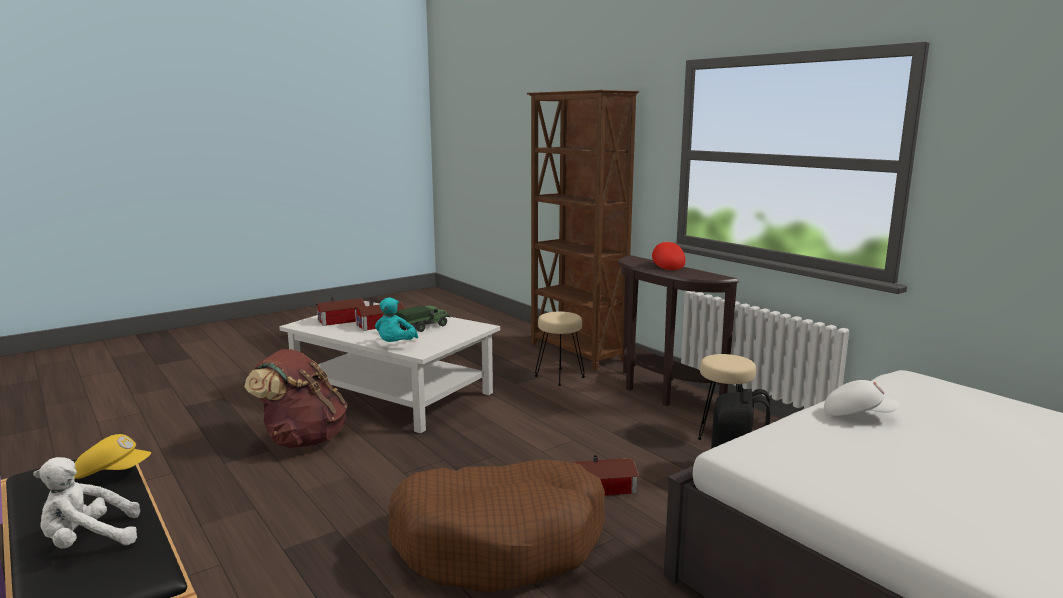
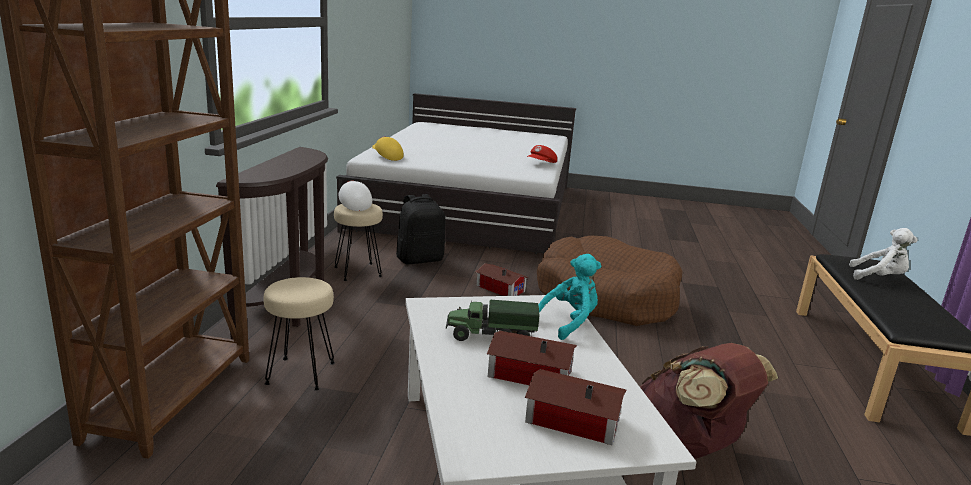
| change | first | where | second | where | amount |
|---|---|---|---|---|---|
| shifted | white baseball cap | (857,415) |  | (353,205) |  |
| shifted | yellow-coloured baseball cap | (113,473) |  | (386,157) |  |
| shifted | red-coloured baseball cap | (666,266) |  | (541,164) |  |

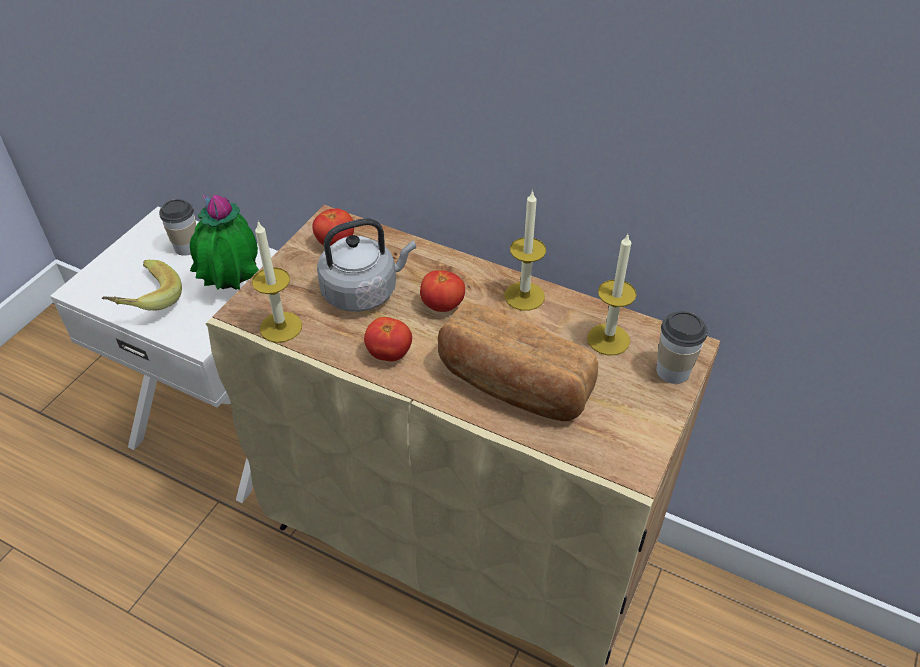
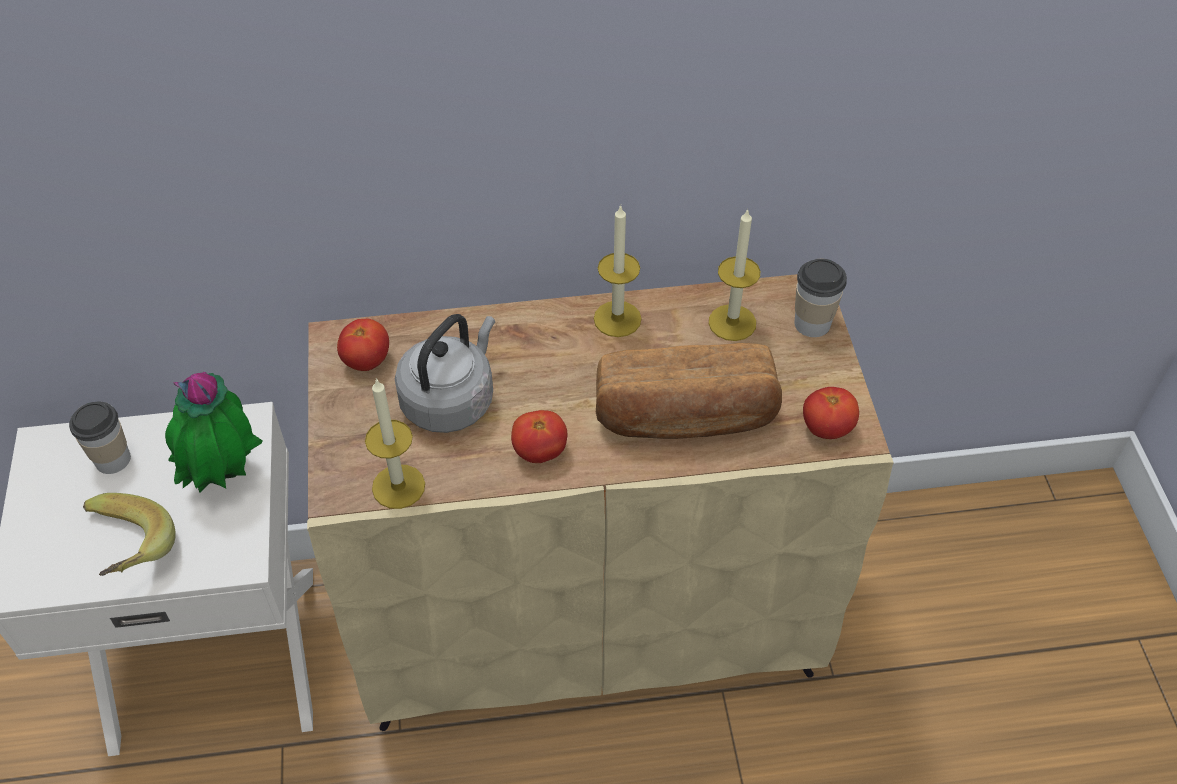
| change | first | where | second | where | amount |
|---|---|---|---|---|---|
| shifted | fresh tomato | (442,306) |  | (826,428) |  |

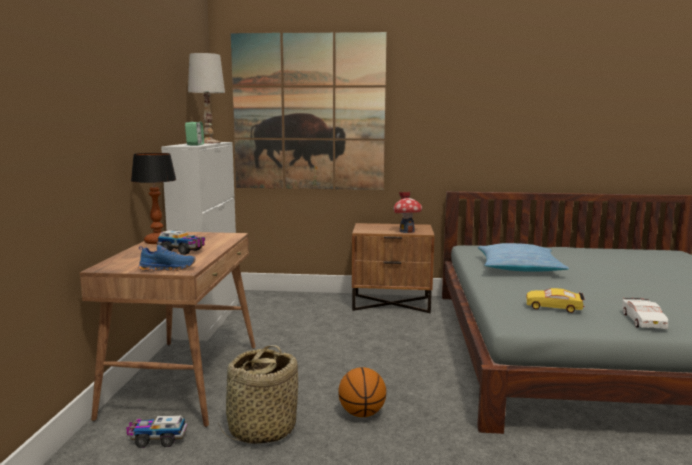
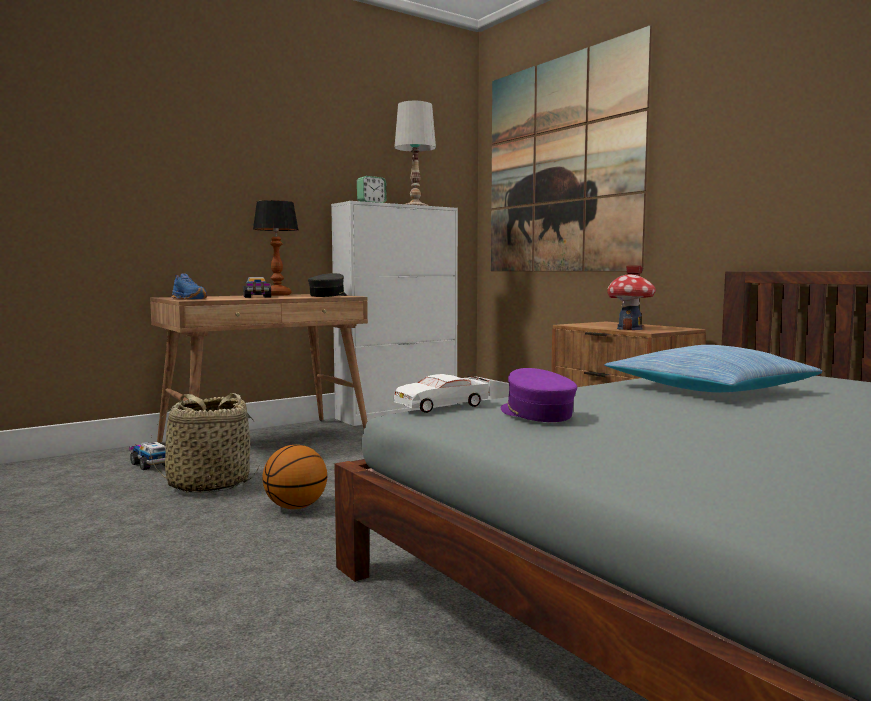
| change | first | where | second | where | amount |
|---|---|---|---|---|---|
| new |  |  | greyish baseball cap | (328,296) |  |
| shifted | white model car | (643,321) |  | (441,405) |  |
| swapped | yellow-coloured model car | (553,307) | purplish baseball cap | (536,413) |  |

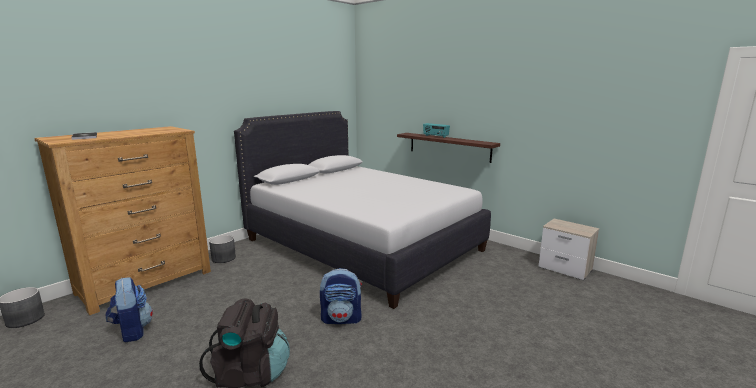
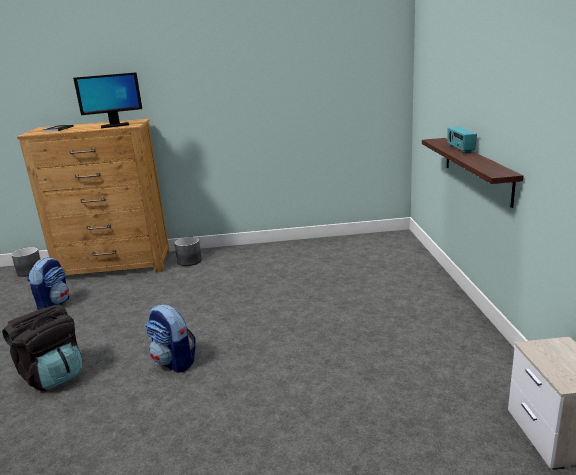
| change | first | where | second | where | amount |
|---|---|---|---|---|---|
| new |  |  | computer display | (114,126) |  |
| gone | white bed | (362,245) |  |  |  |

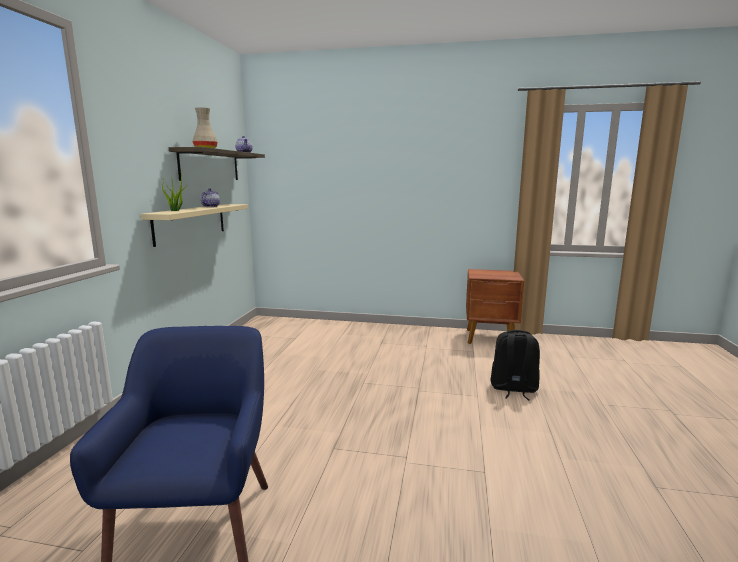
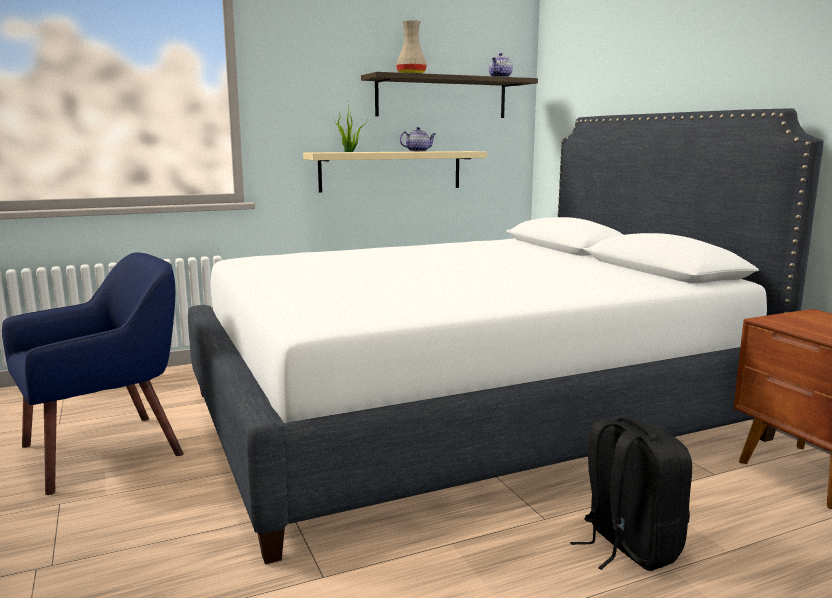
| change | first | where | second | where | amount |
|---|---|---|---|---|---|
| new |  |  | white bed | (466,415) |  |

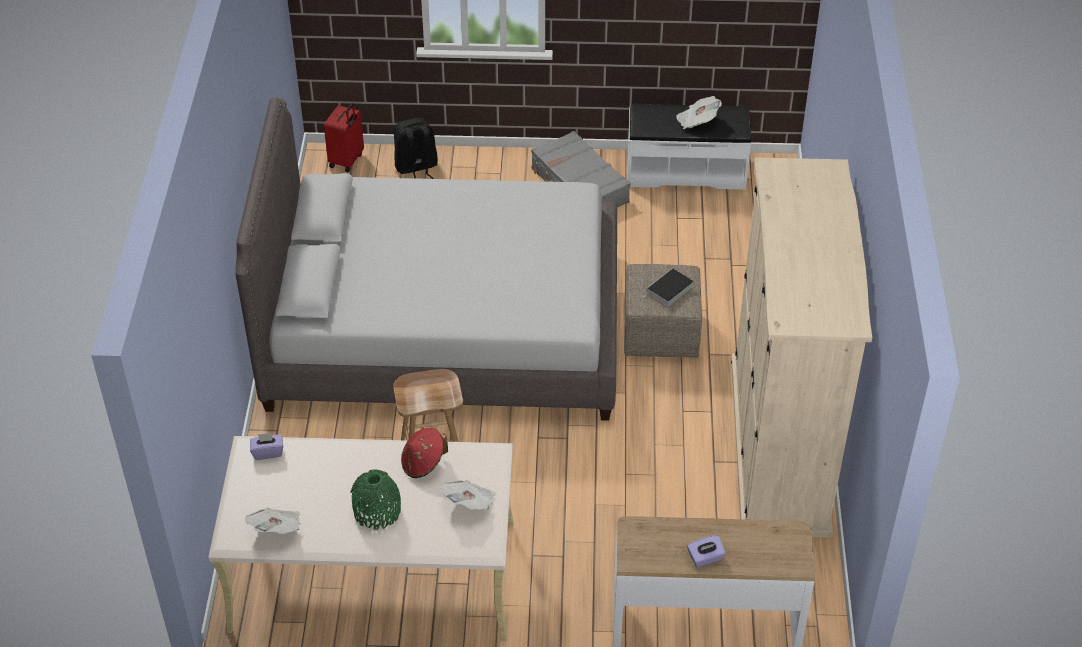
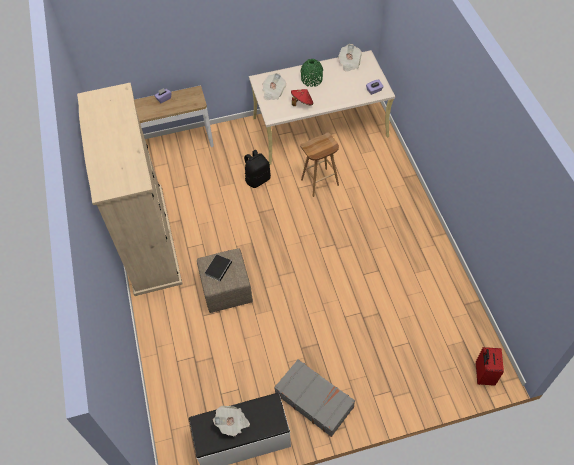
| change | first | where | second | where | amount |
|---|---|---|---|---|---|
| shifted | black-coloured rucksack | (416,168) |  | (257,179) |  |
| gone | greyish bed | (443,328) |  |  |  |

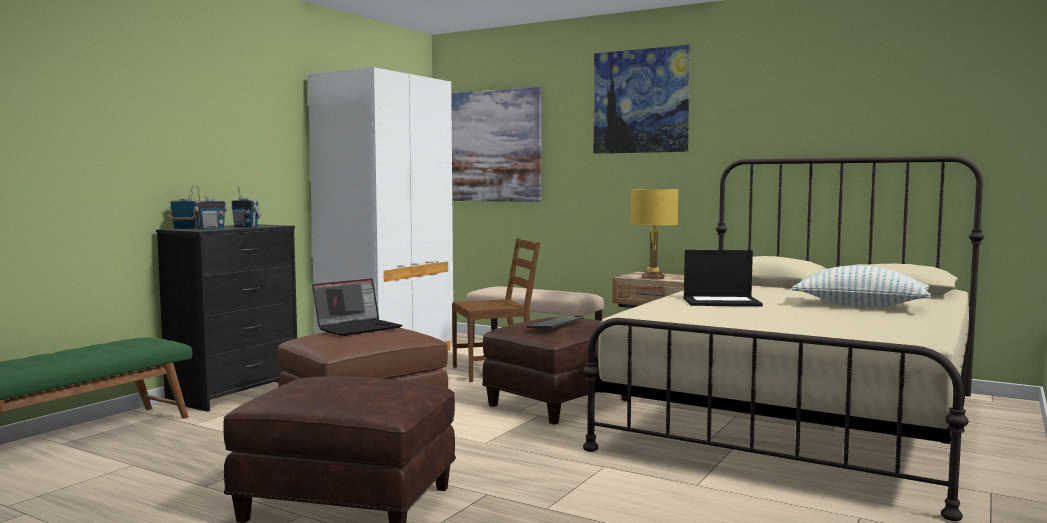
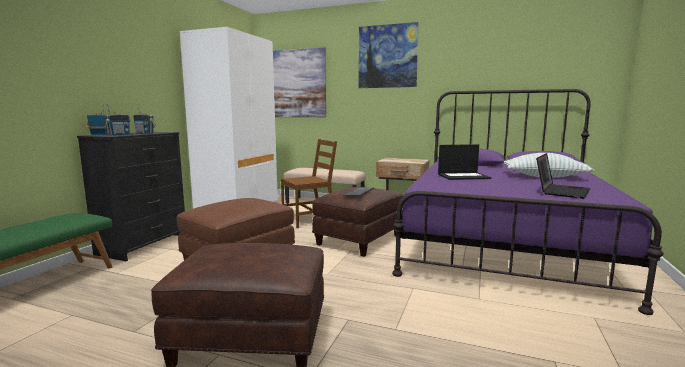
| change | first | where | second | where | amount |
|---|---|---|---|---|---|
| repainted | beige-coloured bed | (800,419) | purplish bed | (503,244) |  |
| shifted | notebook computer | (358,328) |  | (561,191) |  |
| gone | yellow-coloured tabletop lamp | (653,278) |  |  |  |

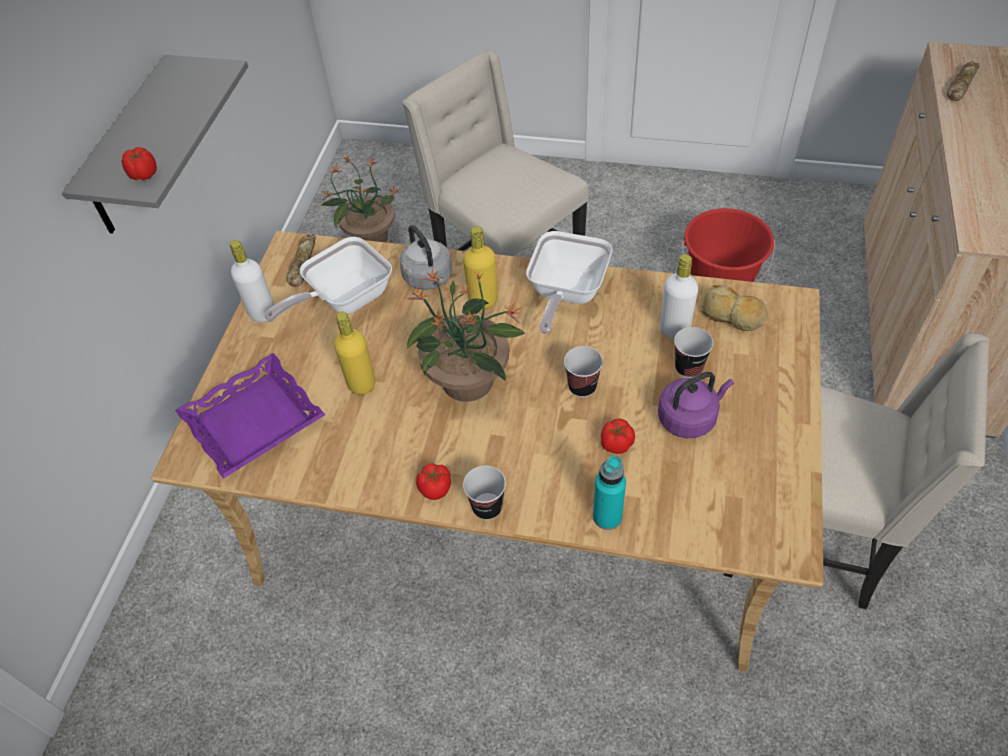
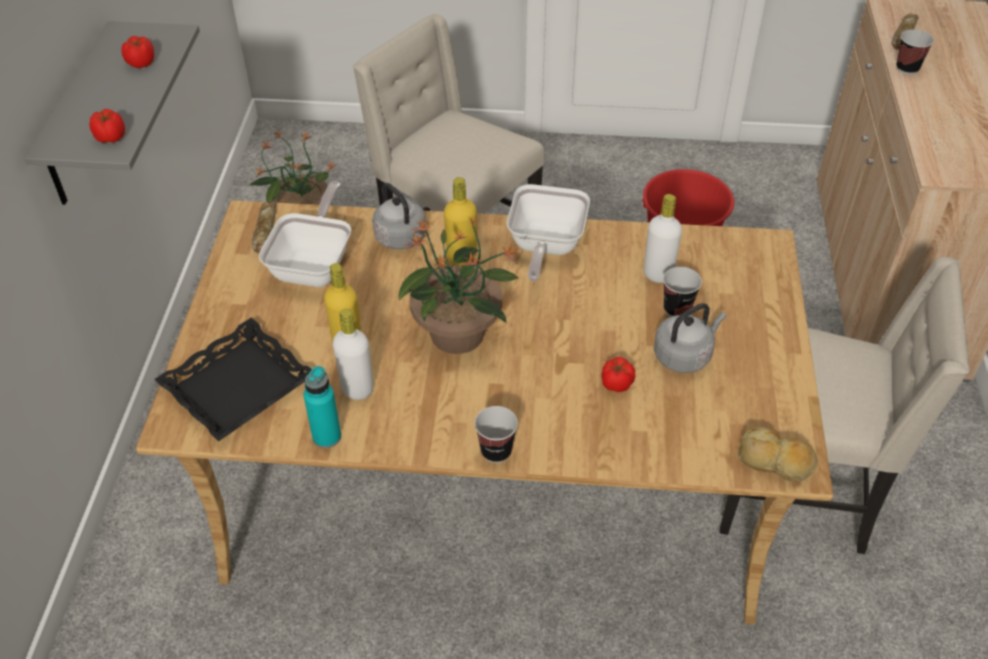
| change | first | where | second | where | amount |
|---|---|---|---|---|---|
| shifted | fresh tomato | (436,488) |  | (142,62) |  |
| repainted | purplish serving tray | (254,422) | black-coloured serving tray | (239,387) |  |
| rotated | skillet | (343,300) |  | (315,264) | 150 degrees clockwise |
| shifted | turquoise-coloured bottle | (607,517) |  | (327,436) |  |
| shifted | white bottle | (262,313) |  | (357,389) |  |
| repainted | purplish water kettle | (689,418) | greyish water kettle | (684,355) |  |
| shifted | bakery bread | (733,315) |  | (776,462) |  |
| shifted | small cup | (582,387) |  | (907,68) |  |

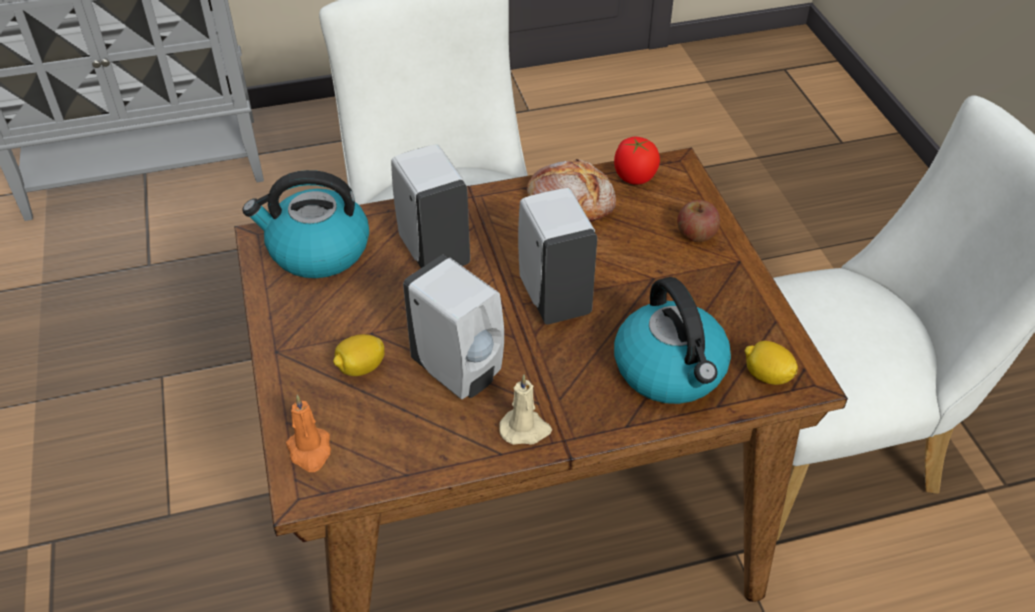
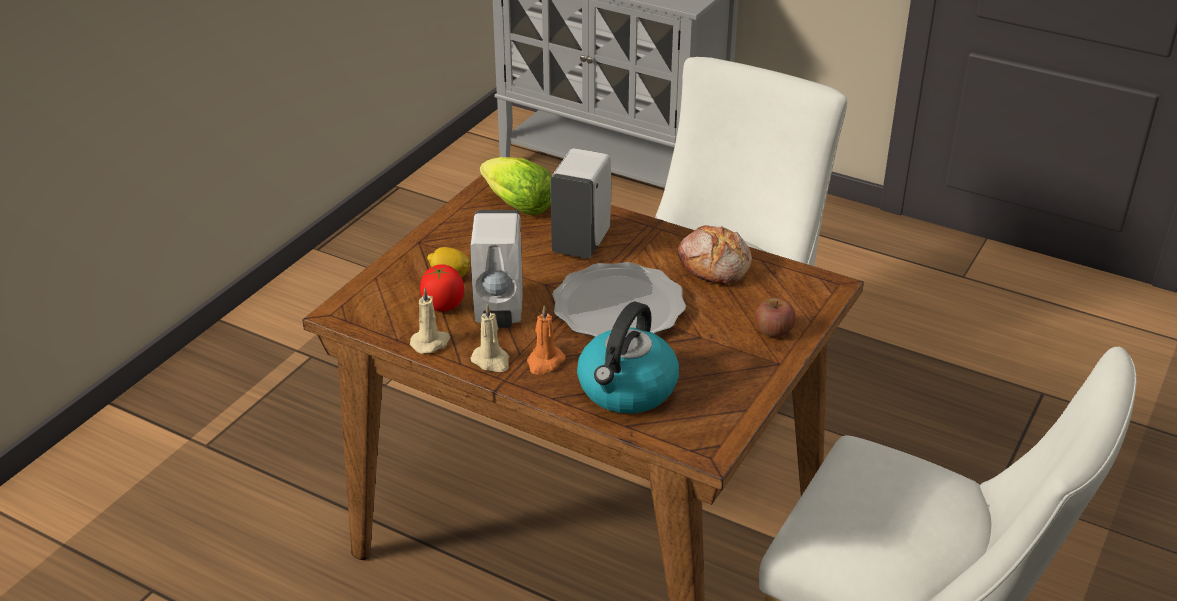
| change | first | where | second | where | amount |
|---|---|---|---|---|---|
| new |  |  | beige-coloured wax candle | (431,343) |  |
| shifted | fresh tomato | (634,178) |  | (443,305) |  |
| swapped | water kettle | (317,251) | lettuce head | (515,205) |  |
| shifted | orange-coloured wax candle | (310,451) |  | (544,362) |  |
| swapped | white liquid soap bottle | (553,296) | plate | (617,308) |  |
| gone | lemon | (767,376) |  |  |  |

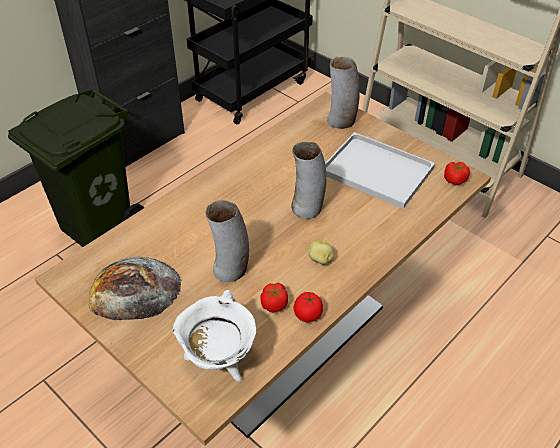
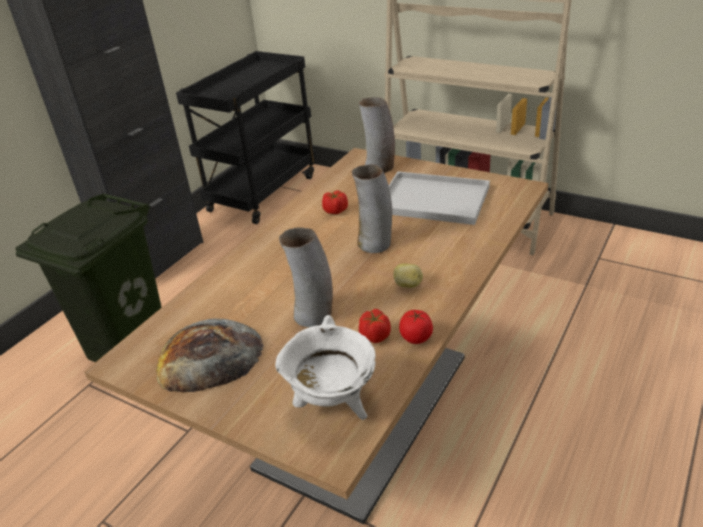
| change | first | where | second | where | amount |
|---|---|---|---|---|---|
| shifted | fresh tomato | (455,180) |  | (335,211) |  |

